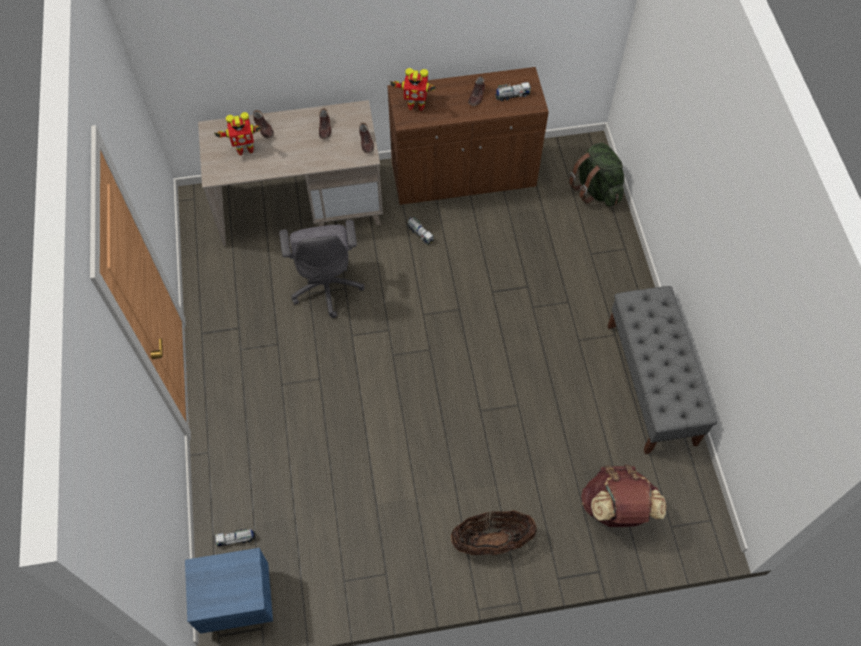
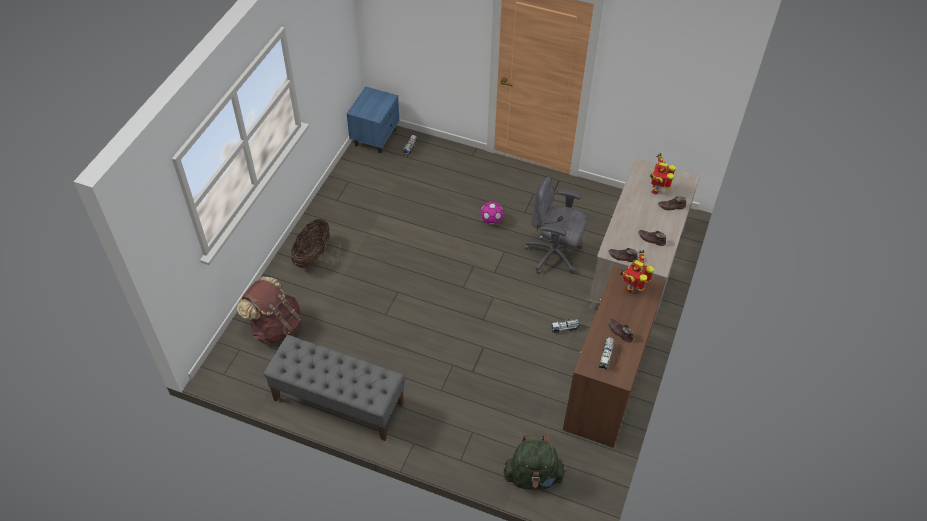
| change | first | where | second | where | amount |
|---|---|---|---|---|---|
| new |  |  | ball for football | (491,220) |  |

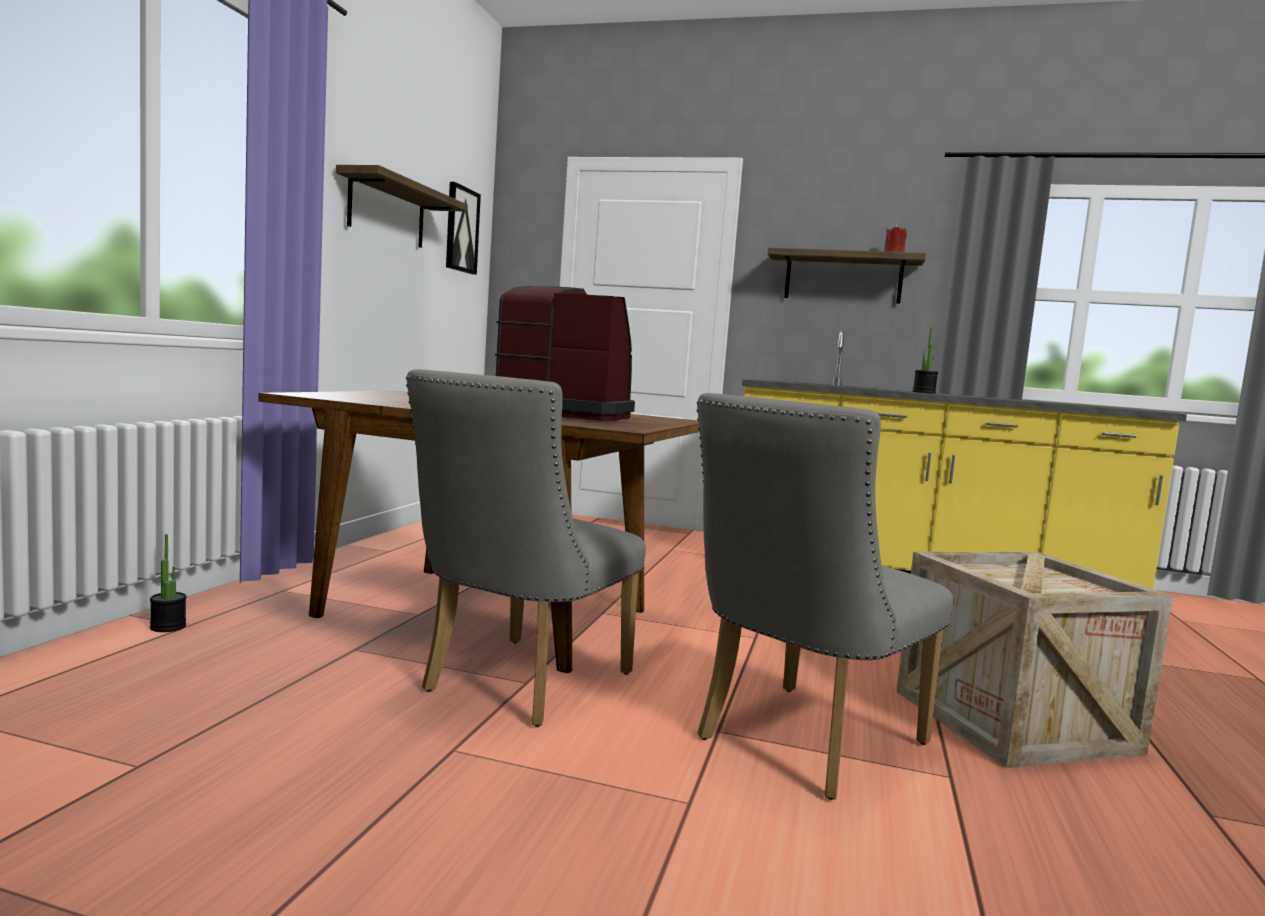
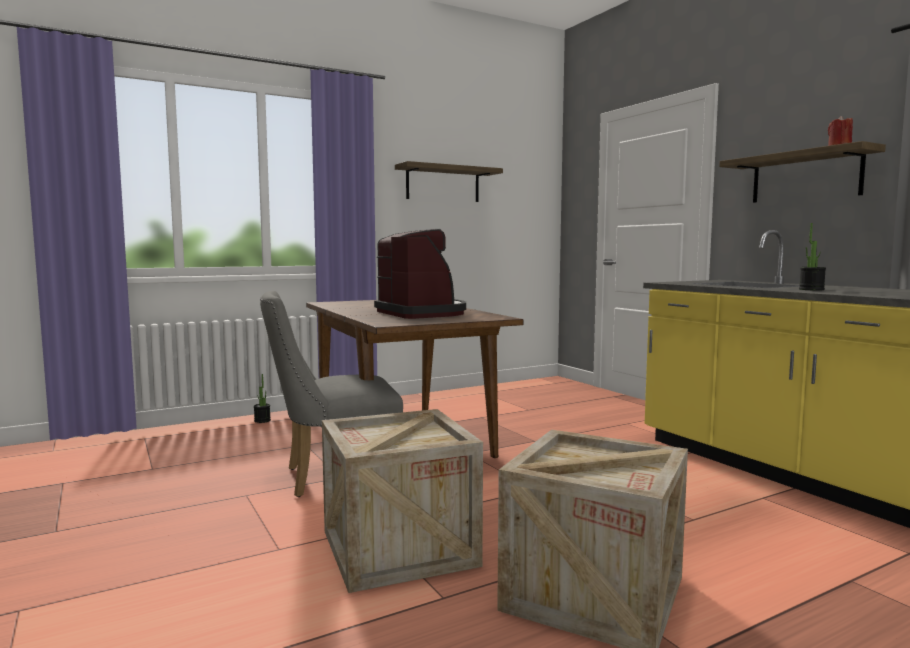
| change | first | where | second | where | amount |
|---|---|---|---|---|---|
| swapped | greyish plain chair | (799,744) | shipping crate | (399,548) |  |
| gone | picture | (461,229) |  |  |  |

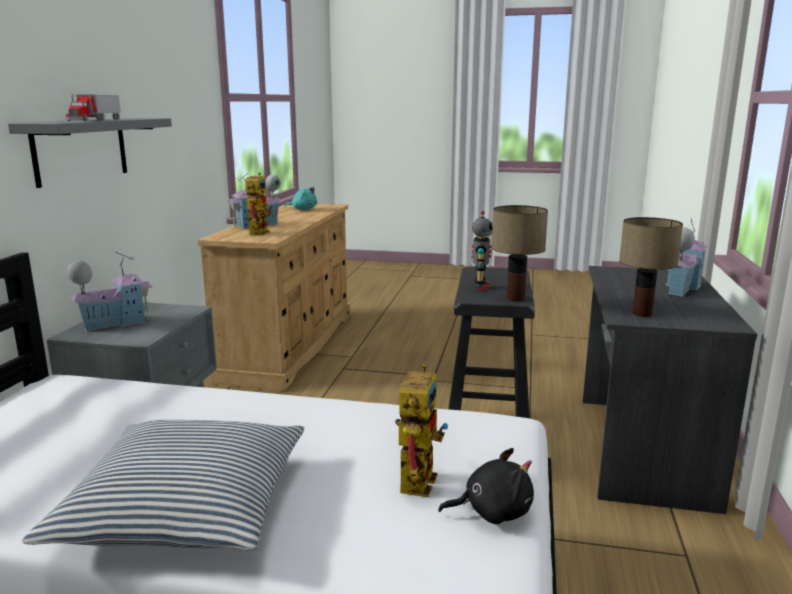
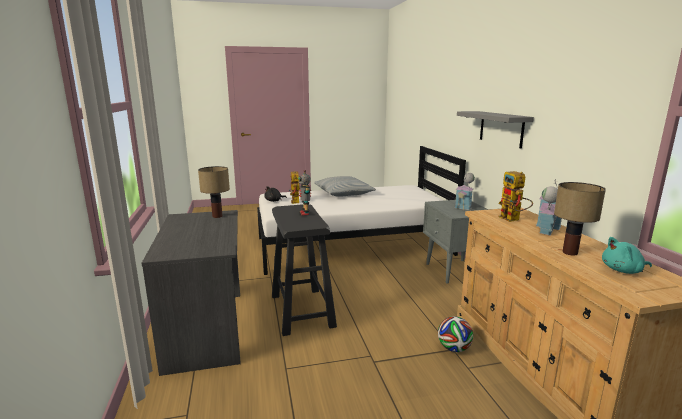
| change | first | where | second | where | amount |
|---|---|---|---|---|---|
| new |  |  | ball for football | (454,348) |  |
| shifted | tabletop lamp | (516,298) |  | (570,253) |  |
| gone | toy lorry | (94,120) |  |  |  |
| gone | toy house | (680,288) |  |  |  |

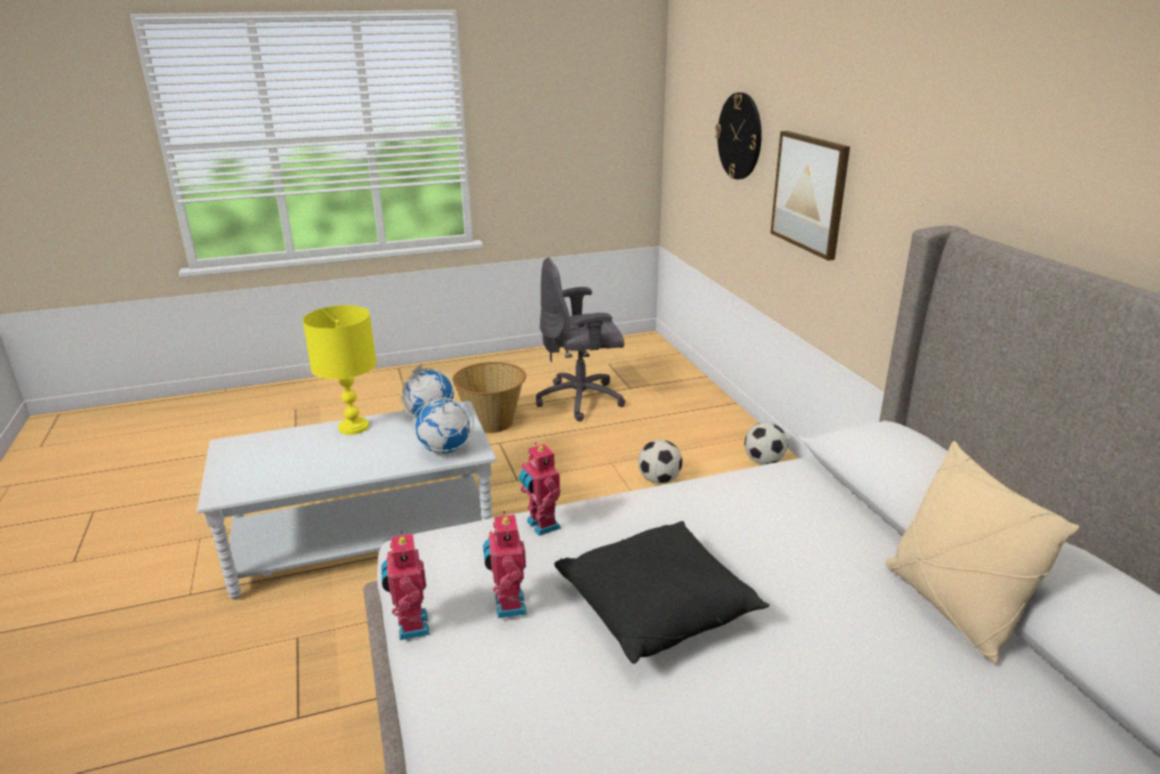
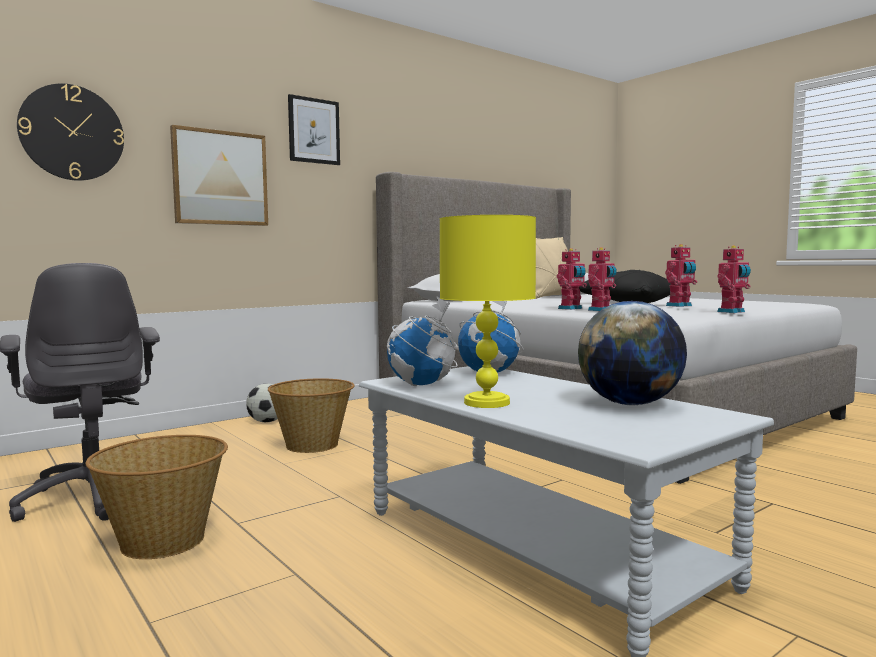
| change | first | where | second | where | amount |
|---|---|---|---|---|---|
| swapped | ball for football | (659,480) | storage basket | (313,445) |  |
| new |  |  | picture | (314,131) |  |
| new |  |  | model robot | (571,308) |  |
| new |  |  | globe | (630,404) |  |

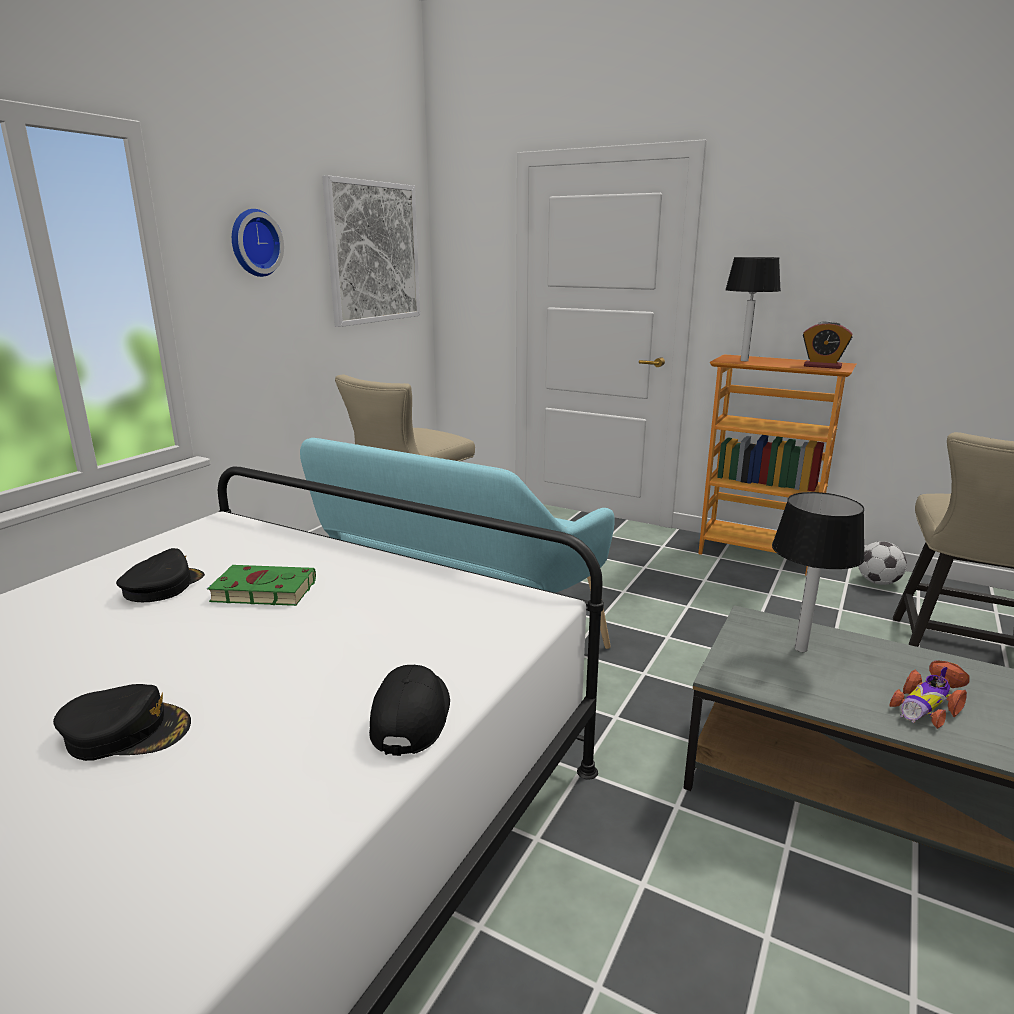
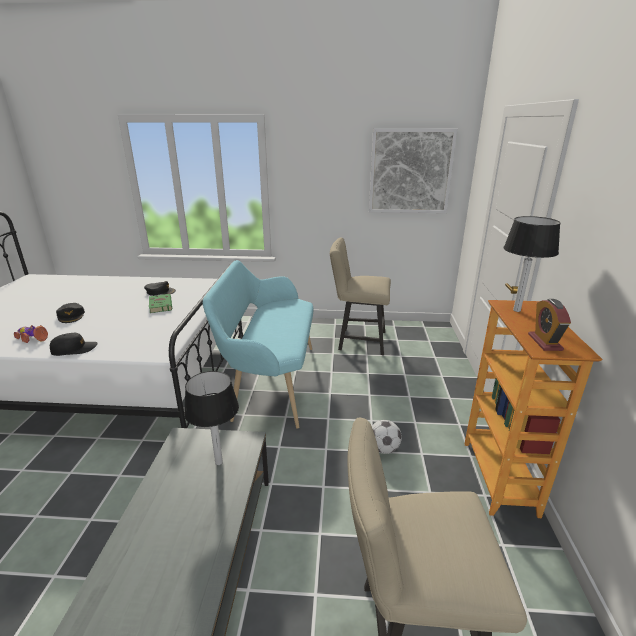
| change | first | where | second | where | amount |
|---|---|---|---|---|---|
| shifted | model car | (928,705) |  | (33,337) |  |
| shifted | ball for football | (878,582) |  | (383,449) |  |
| gone | hanging clock | (253,243) |  |  |  |

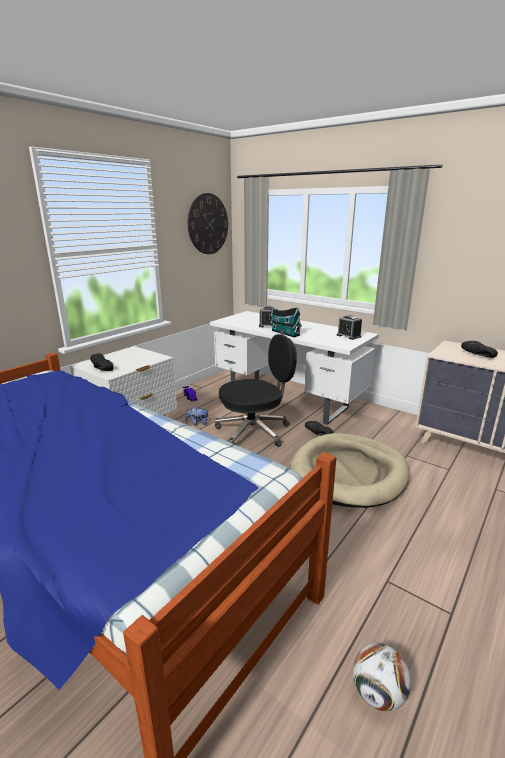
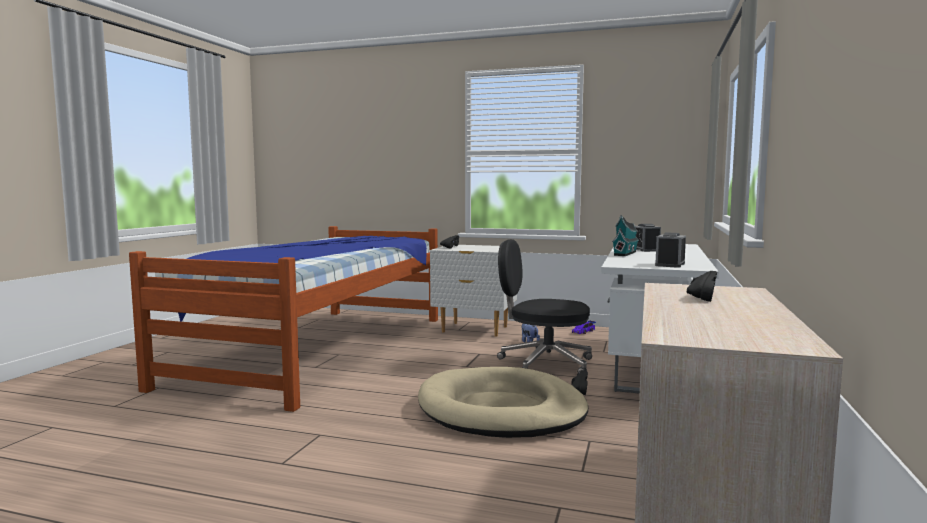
| change | first | where | second | where | amount |
|---|---|---|---|---|---|
| rotated | black-coloured desk chair | (254,431) |  | (543,363) | 150 degrees clockwise |
| gone | hanging clock | (208,224) |  |  |  |
| gone | ball for football | (378,693) |  |  |  |

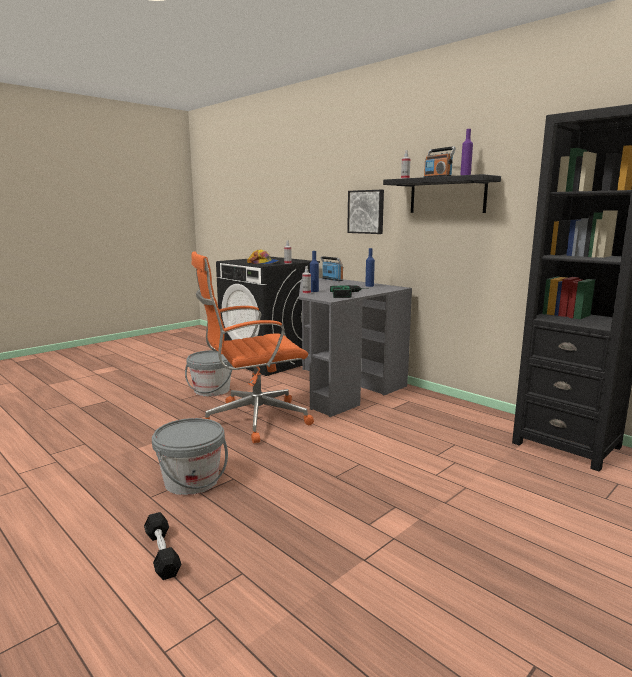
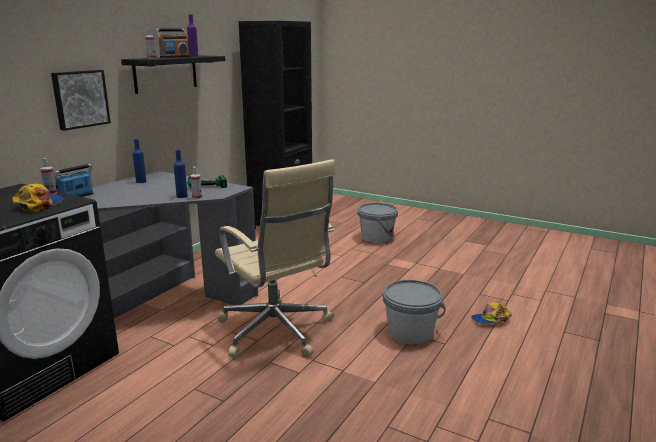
| change | first | where | second | where | amount |
|---|---|---|---|---|---|
| repainted | orange-coloured desk chair | (253,419) | beige-coloured desk chair | (276,332) |  |
| shifted | greyish pail | (212,390) |  | (377,238) |  |
| swapped | black-coloured dumbbell | (162,553) | baseball cap | (491,319) |  |

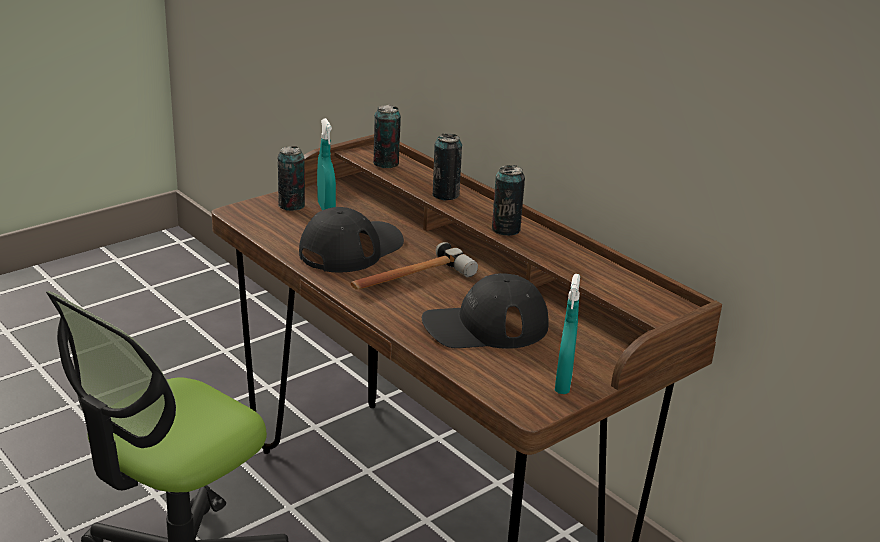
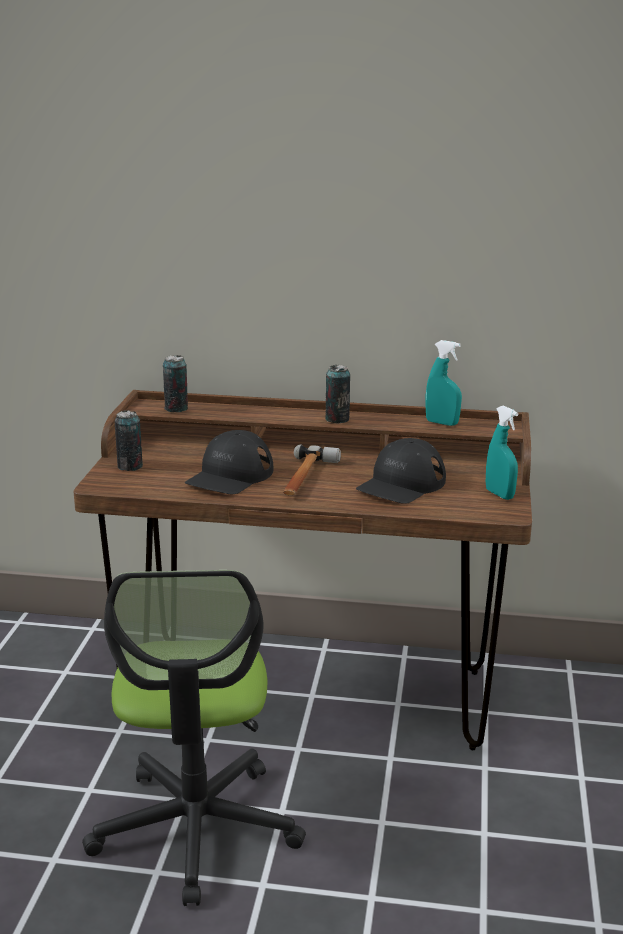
| change | first | where | second | where | amount |
|---|---|---|---|---|---|
| rotated | black-coloured baseball cap | (351,248) |  | (230,476) | 150 degrees counterclockwise |
| shifted | turquoise-coloured spray bottle | (326,208) |  | (442,423) |  |
| gone | metal can | (445,195) |  |  |  |

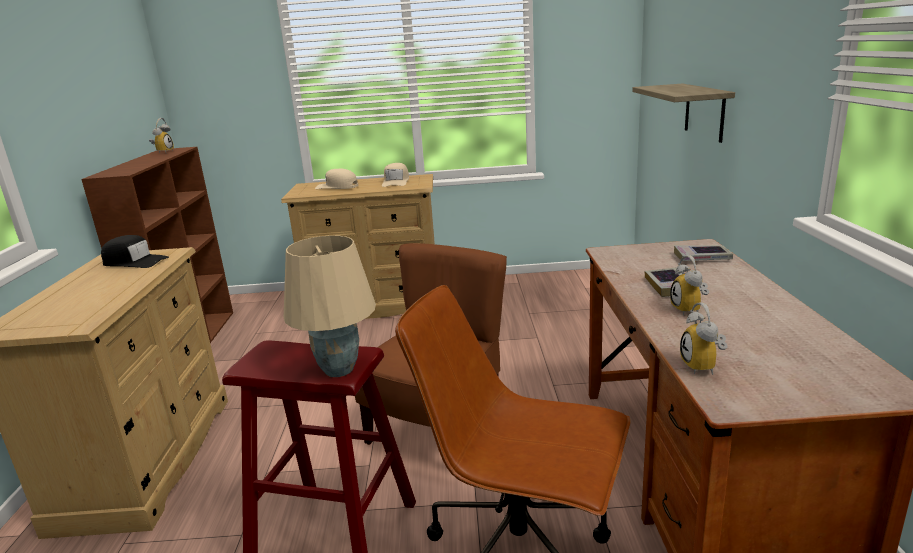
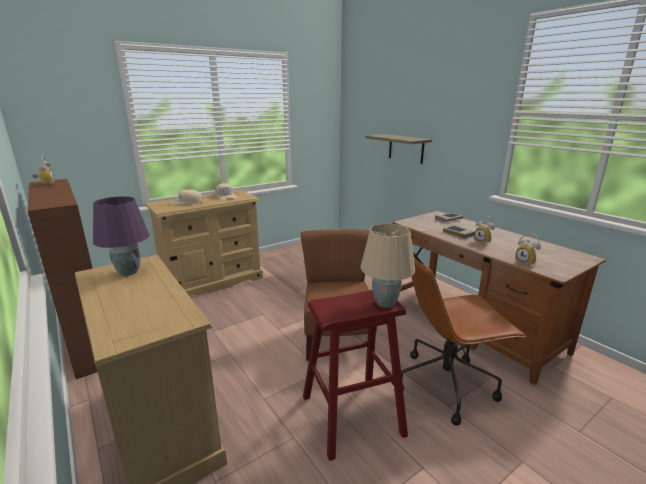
| change | first | where | second | where | amount |
|---|---|---|---|---|---|
| swapped | black-coloured baseball cap | (135,262) | purplish tabletop lamp | (128,272) |  |

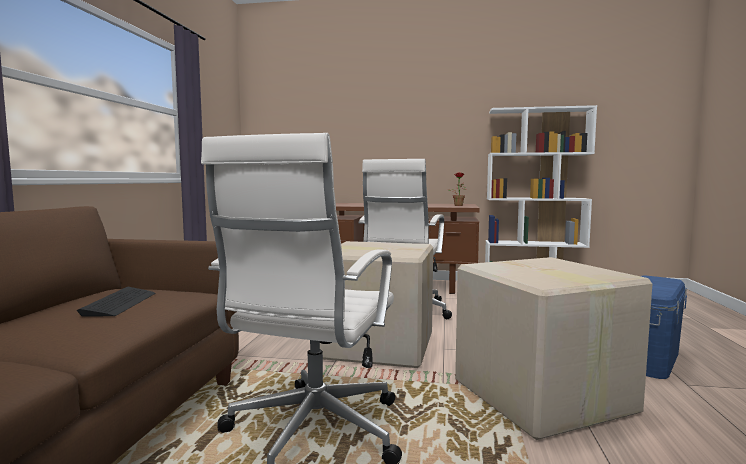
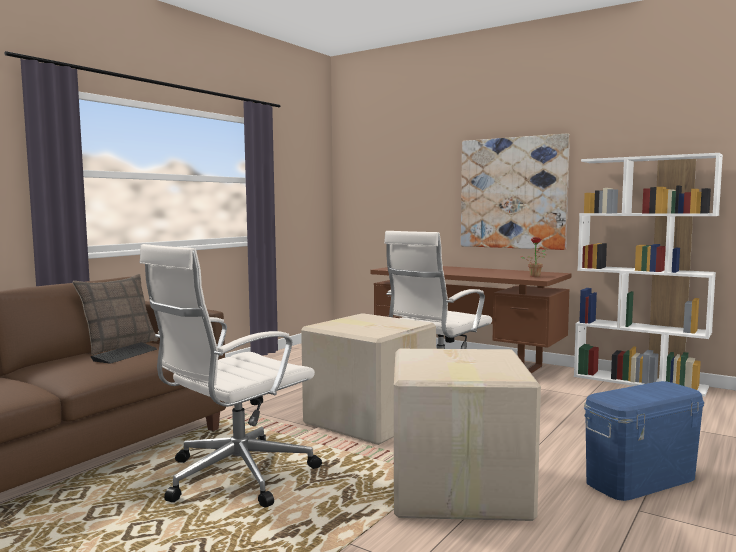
| change | first | where | second | where | amount |
|---|---|---|---|---|---|
| new |  |  | cushion | (119,346) |  |
| new |  |  | picture | (513,193) |  |

